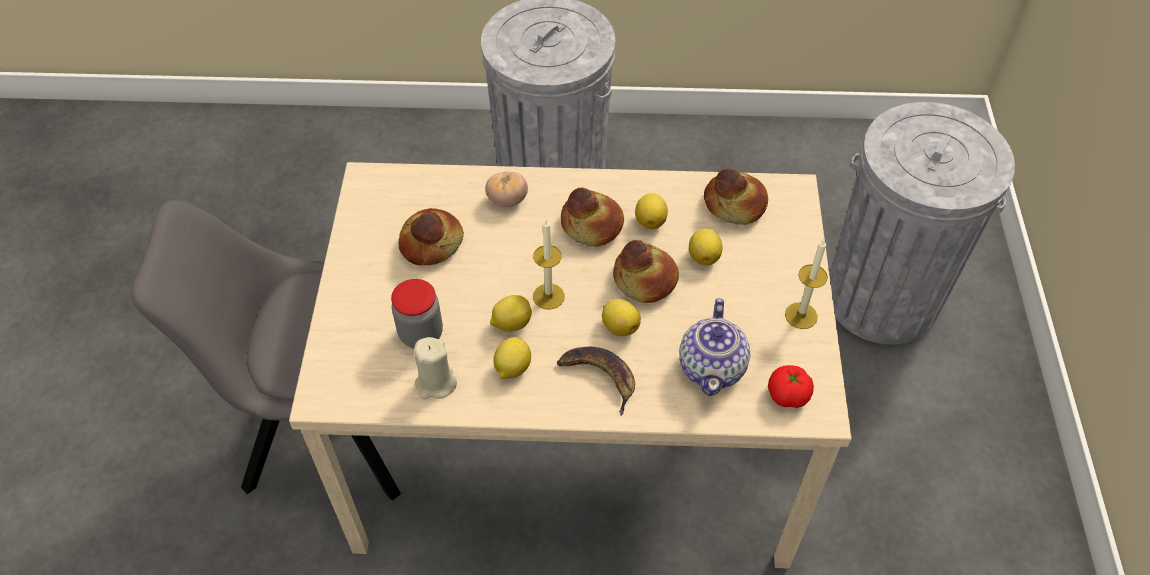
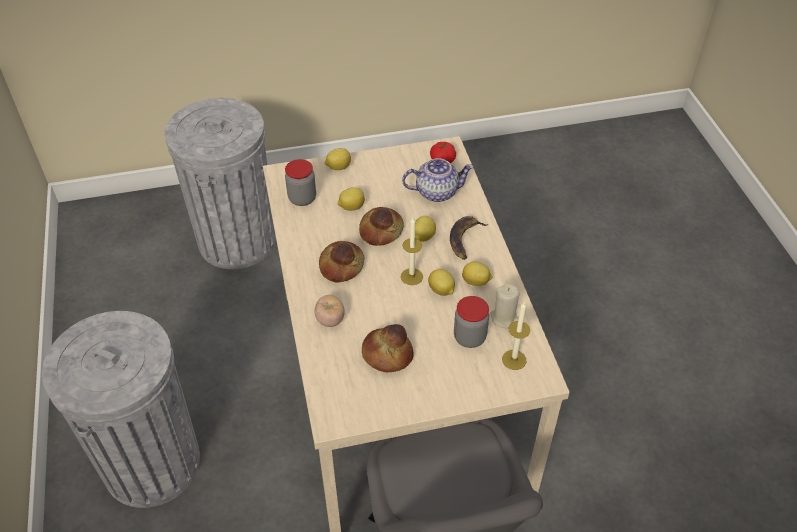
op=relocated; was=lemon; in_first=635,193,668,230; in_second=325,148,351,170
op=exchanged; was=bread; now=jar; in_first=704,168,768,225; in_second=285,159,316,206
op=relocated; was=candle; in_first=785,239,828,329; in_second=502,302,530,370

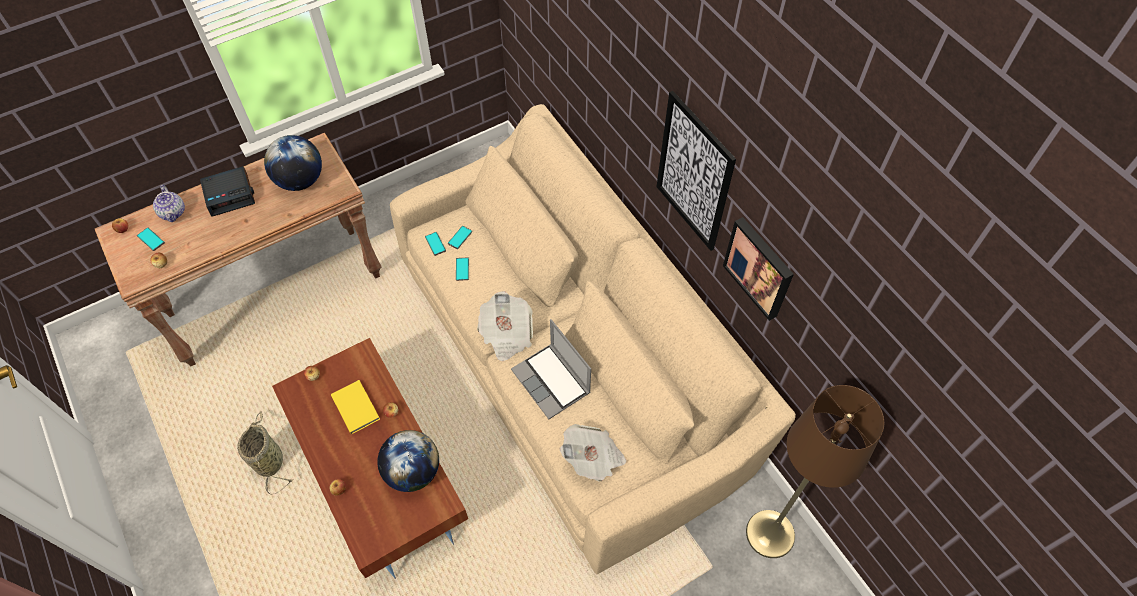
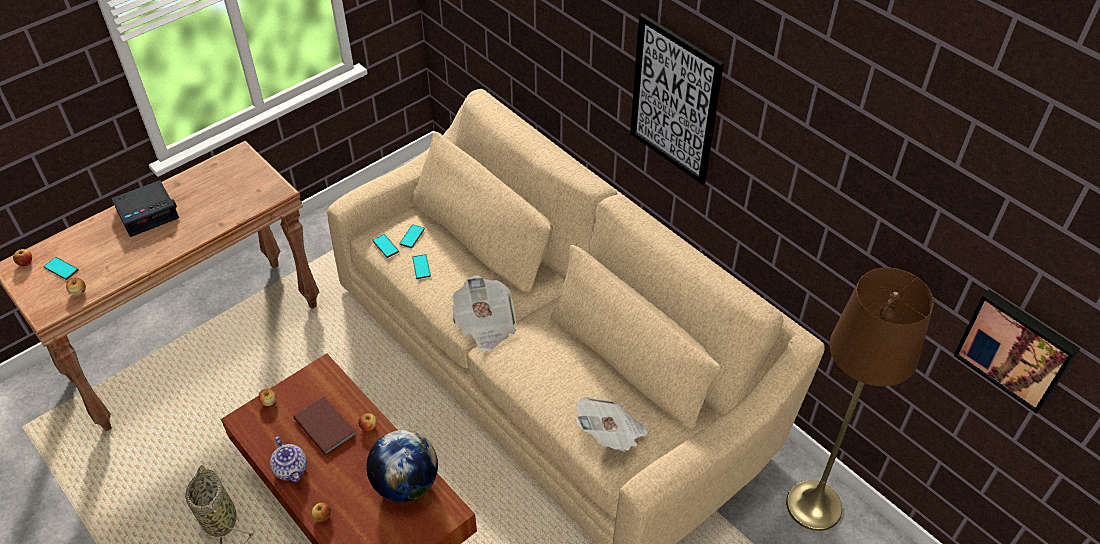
op=relocated; was=teapot; in_first=153,185,185,222; in_second=270,436,307,482
op=missing; was=globe; in_first=264,135,322,191
op=colour; was=yellow book; now=brown book; in_first=331,380,380,434; in_second=294,397,356,455
op=missing; was=laptop; in_first=511,319,591,419
op=relocated; was=picture; in_first=723,217,794,321; in_second=953,290,1080,414

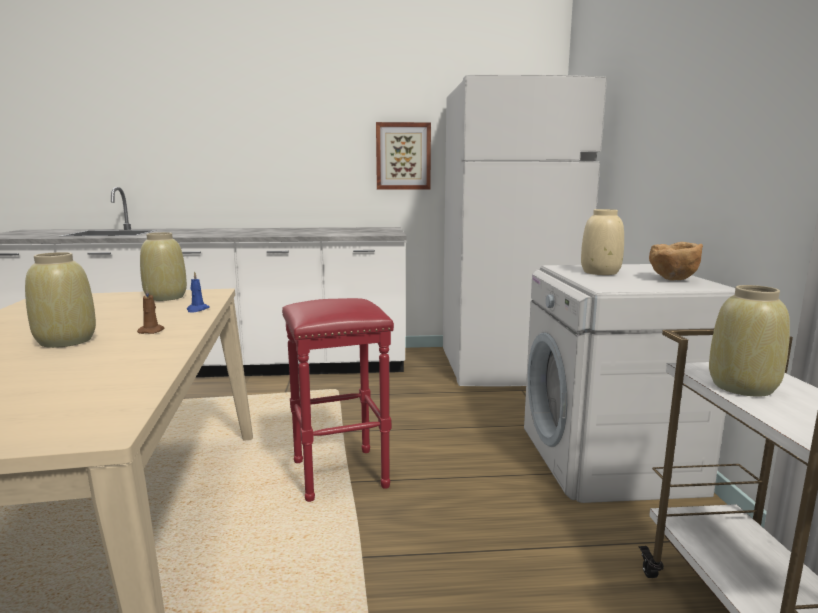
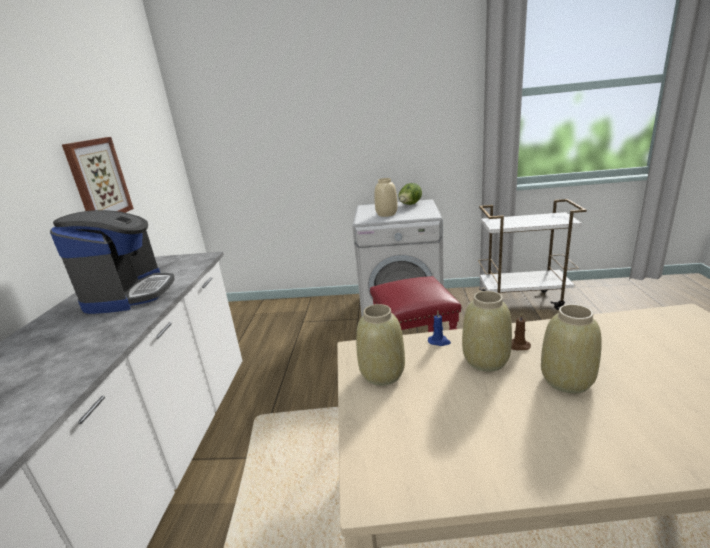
op=missing; was=white fridge; in_first=443,74,607,386
op=exchanged; was=brown bowl; now=lettuce; in_first=649,242,703,281; in_second=398,183,422,205
op=relocated; was=beige vase; in_first=709,285,790,397; in_second=462,291,512,372
op=appeared; now=coffee machine; in_second=50,210,175,314

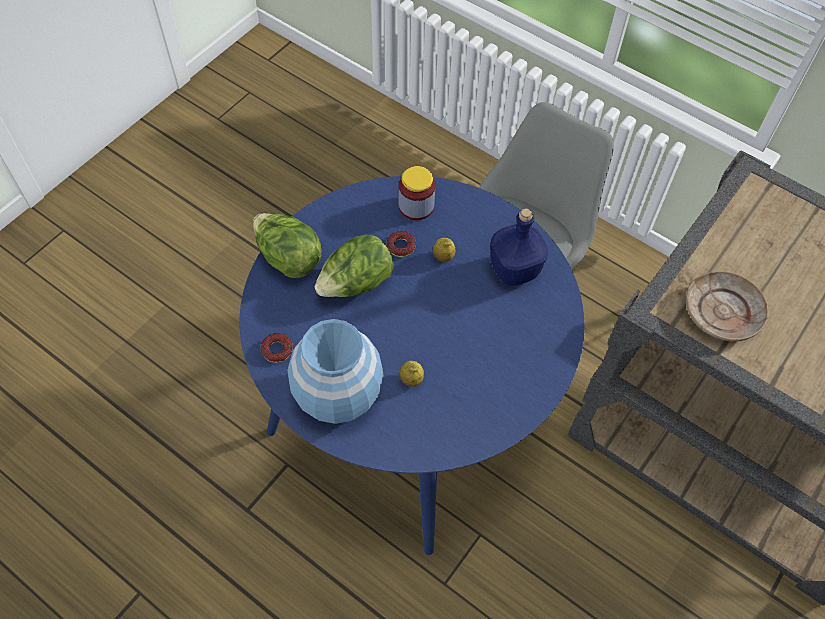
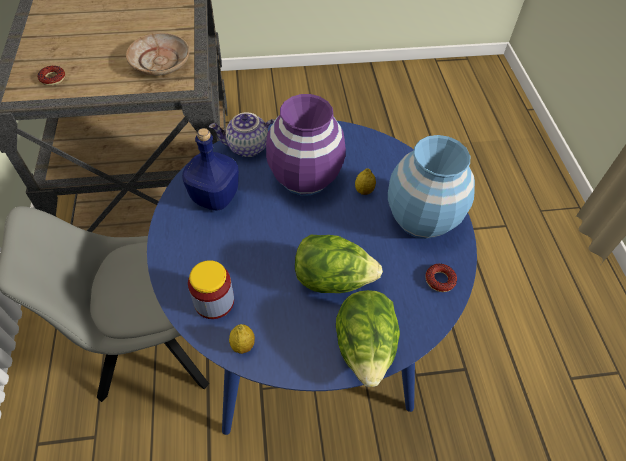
op=relocated; was=donut; in_first=387,231,416,257; in_second=37,66,65,86
op=relocated; was=lemon; in_first=433,238,455,262; in_second=229,324,255,354
op=appeared; now=teapot; in_second=209,112,275,157
op=appeared; now=purple vase; in_second=266,94,346,195

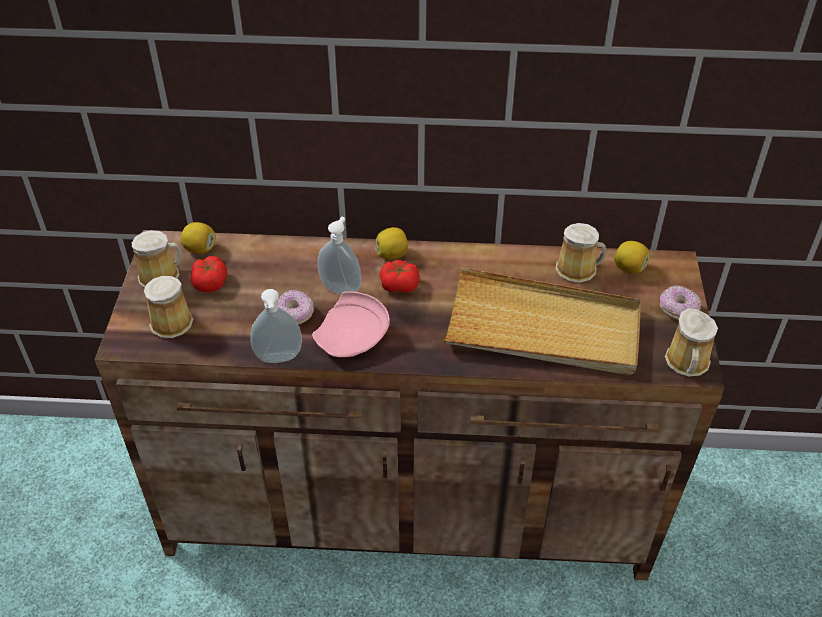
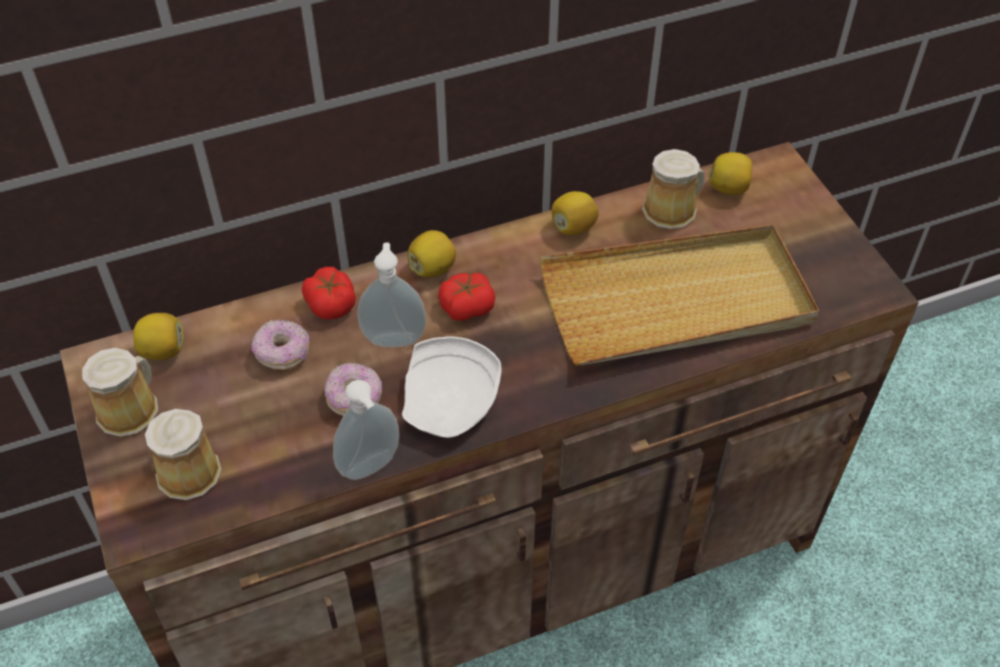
op=relocated; was=tomato; in_first=191,256,227,293; in_second=302,267,356,320
op=colour; was=pink plate; now=white plate; in_first=312,291,390,357; in_second=402,337,502,438
op=relocated; was=donut; in_first=660,285,701,320; in_second=251,320,310,370
op=missing; was=mug; in_first=665,308,718,376
op=appeared; now=lemon; in_second=551,191,599,235

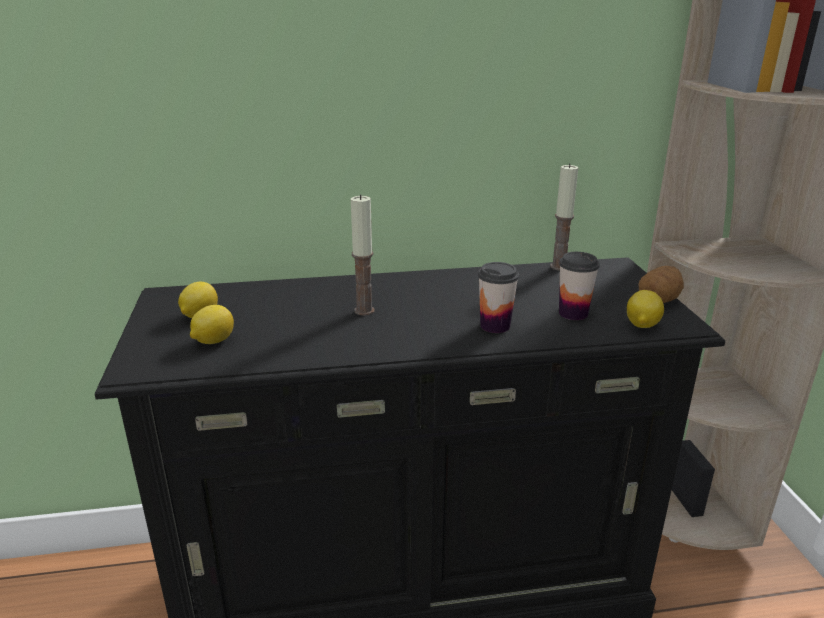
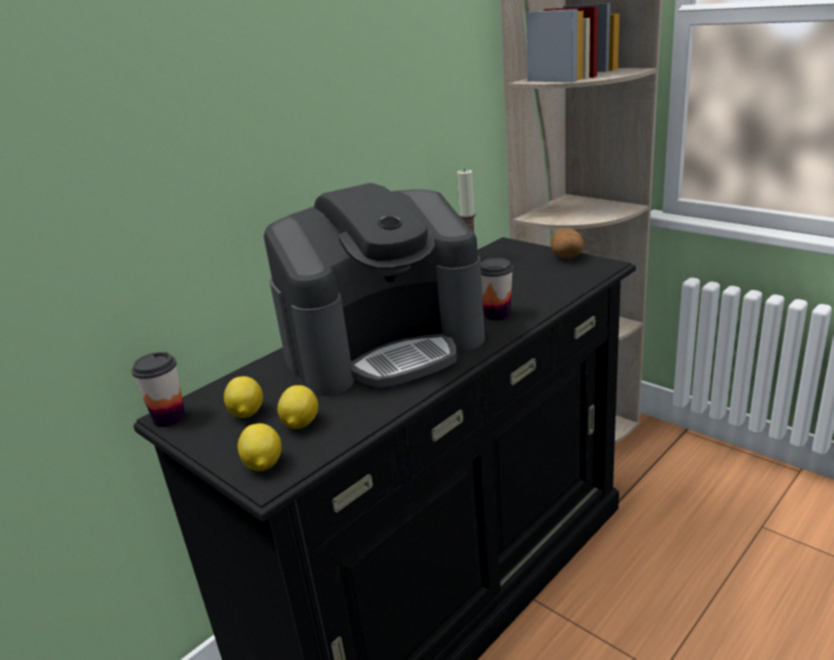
op=exchanged; was=candle; now=coffee machine; in_first=351,194,375,315; in_second=264,183,485,396
op=relocated; was=cup; in_first=559,252,600,320; in_second=131,352,185,427
op=relocated; was=lemon; in_first=627,290,664,328; in_second=237,423,282,471

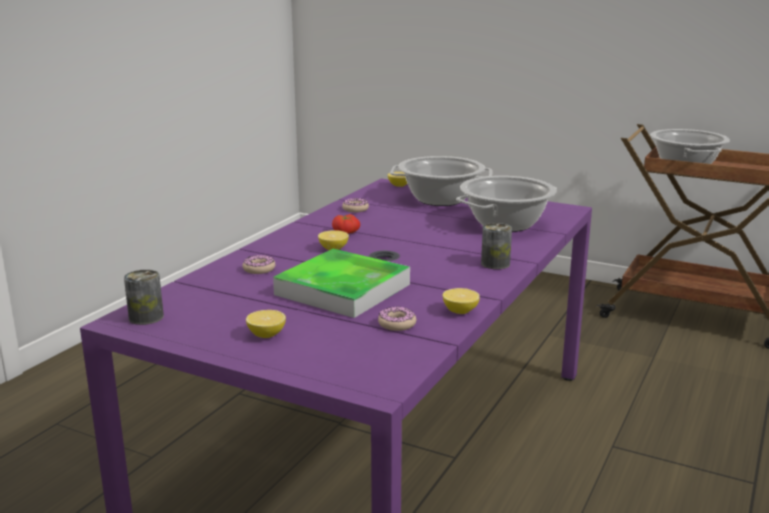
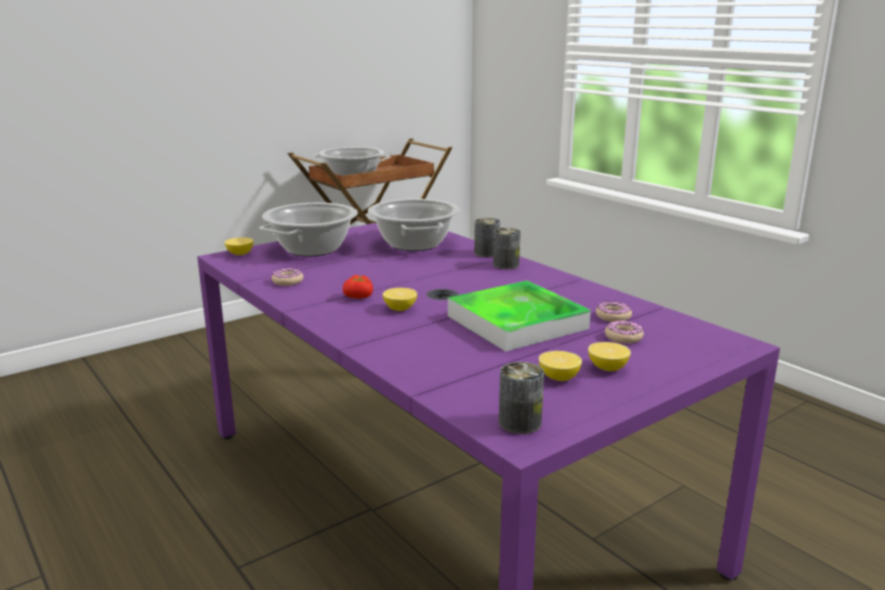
op=relocated; was=donut; in_first=242,255,275,274; in_second=605,320,644,344
op=relocated; was=lemon; in_first=443,288,480,314; in_second=539,351,582,381
op=appeared; now=can; in_second=474,218,500,257

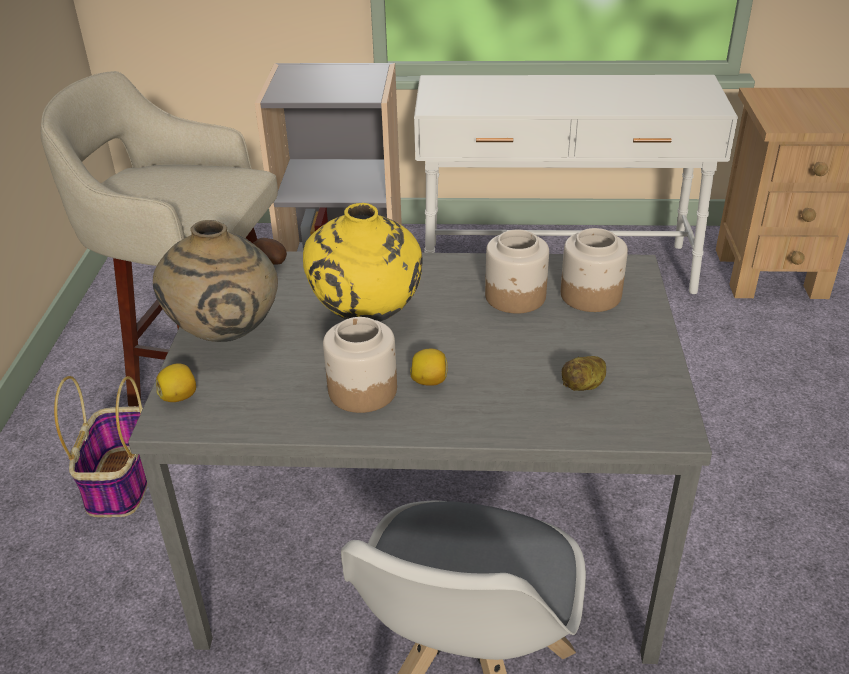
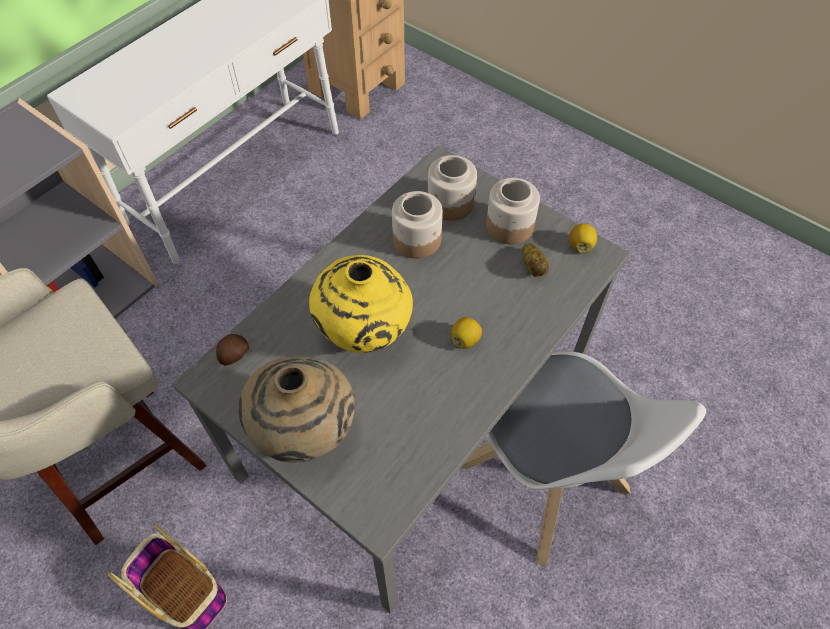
op=relocated; was=lemon; in_first=156,363,196,402; in_second=570,224,597,253
op=relocated; was=jar; in_first=323,317,397,413; in_second=486,178,540,245

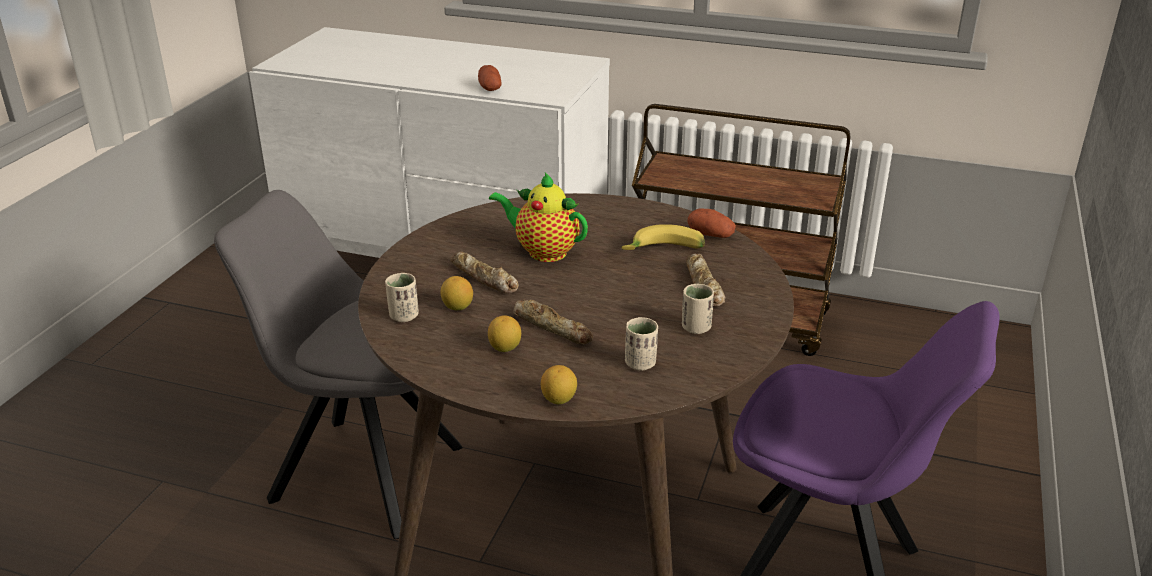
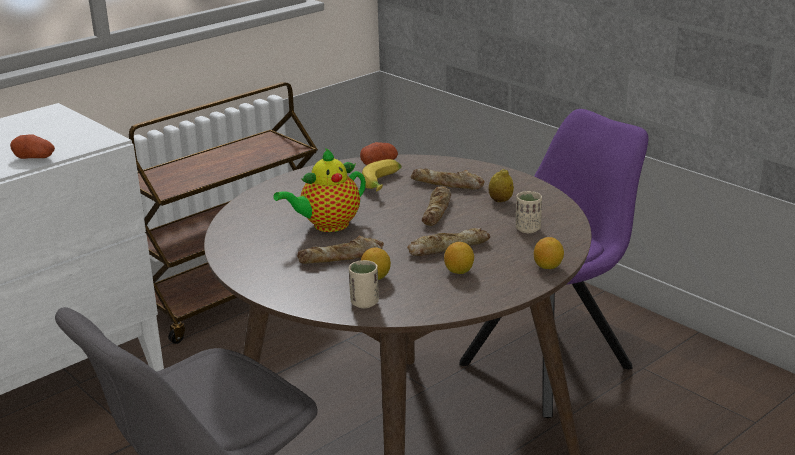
op=exchanged; was=beige cup; now=lemon; in_first=682,284,714,334; in_second=489,169,514,202
op=appeared; now=bread; in_second=422,186,451,226

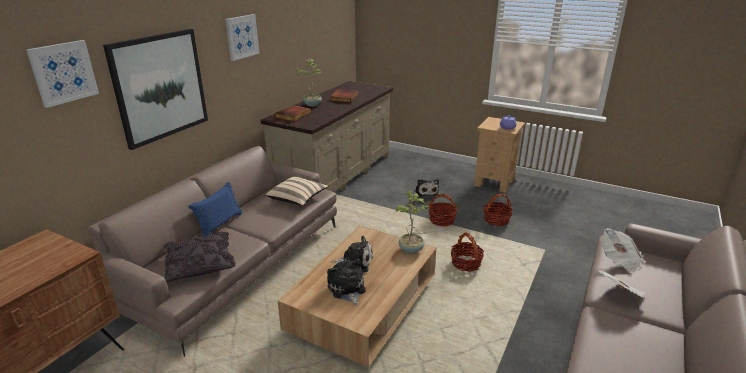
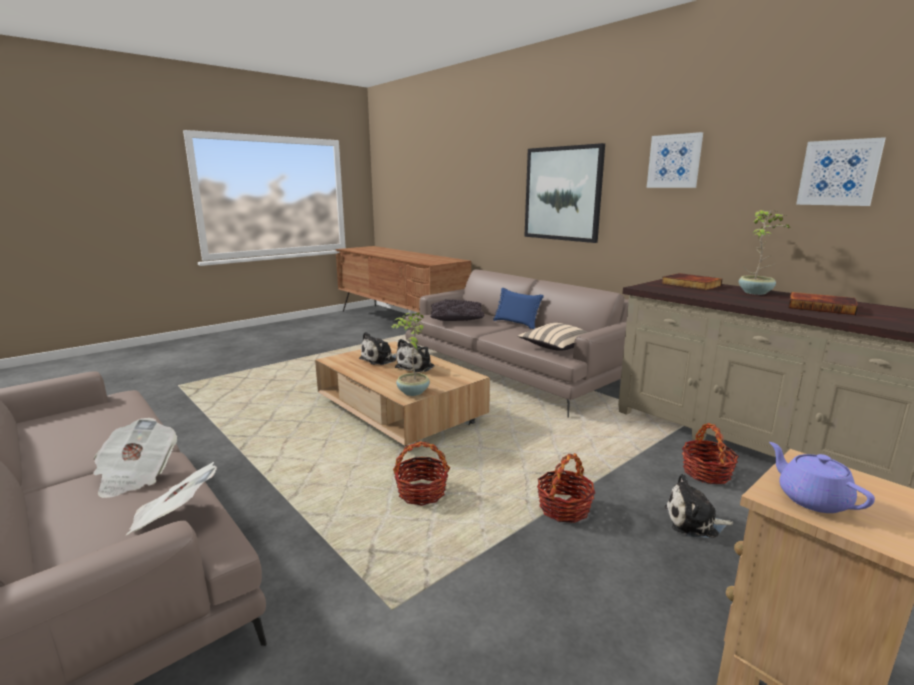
op=relocated; was=picture; in_first=26,40,99,108; in_second=796,137,886,206
op=spun; was=plush toy; in_first=327,259,366,305; in_second=359,332,397,365; clockwise=135
op=relocated; was=basket; in_first=483,194,513,226; in_second=682,423,739,484

